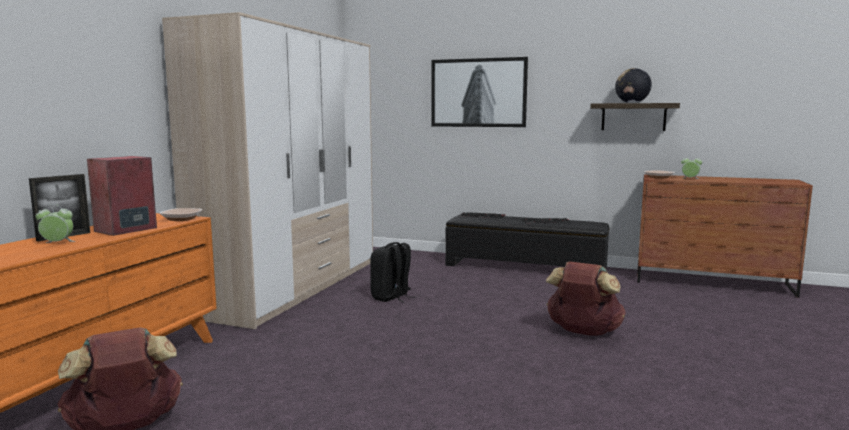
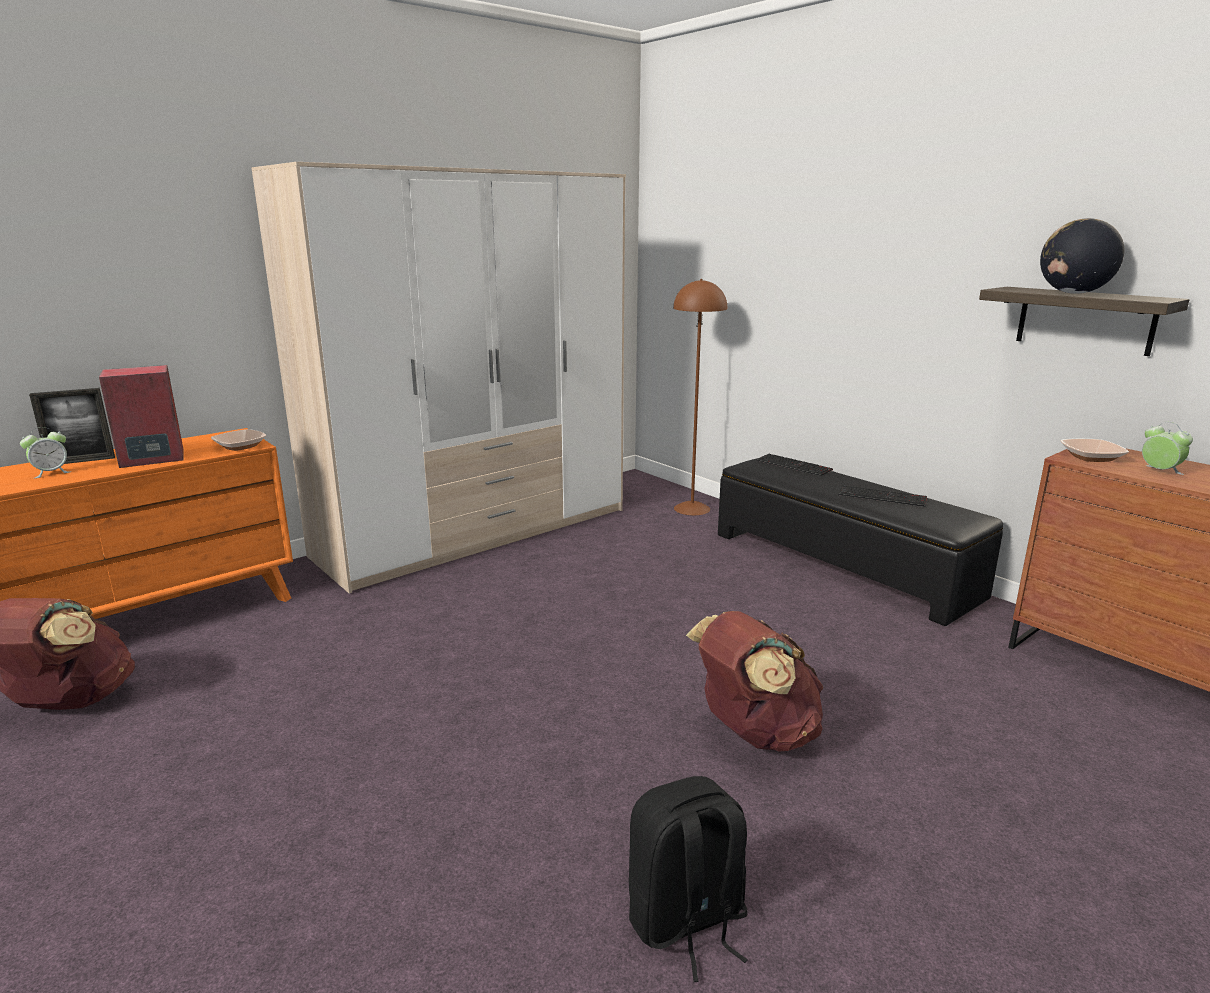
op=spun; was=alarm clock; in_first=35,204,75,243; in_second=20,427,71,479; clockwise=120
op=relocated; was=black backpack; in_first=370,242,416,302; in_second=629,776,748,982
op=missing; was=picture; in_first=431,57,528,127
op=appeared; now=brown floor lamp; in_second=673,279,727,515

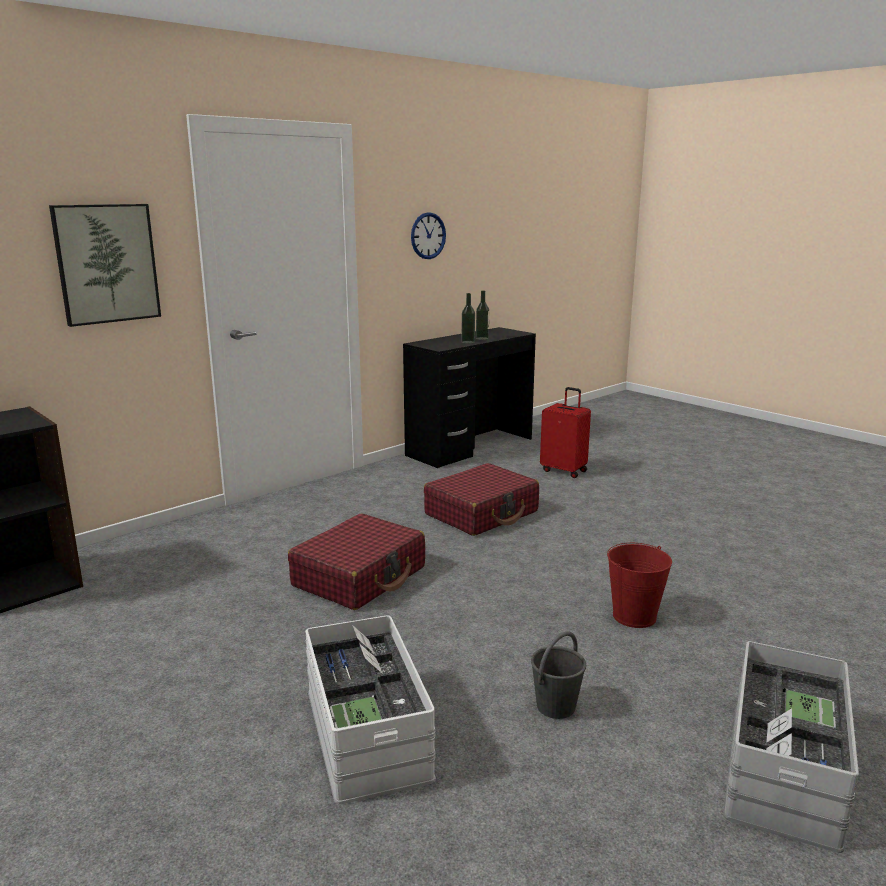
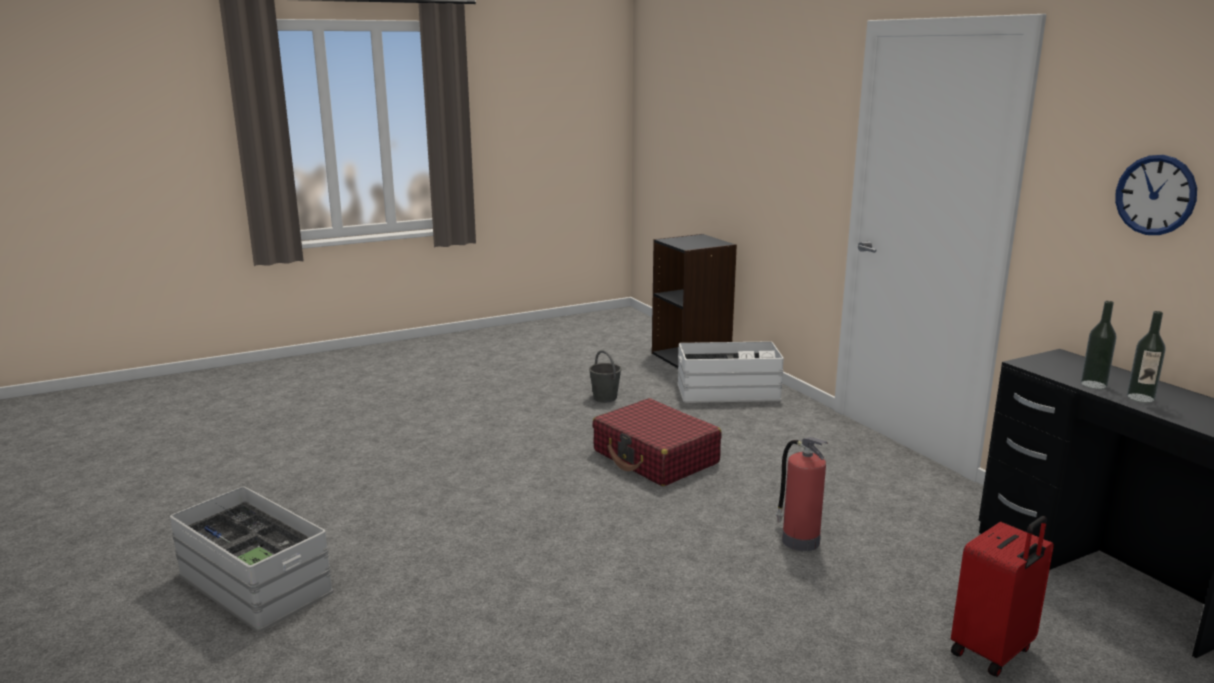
op=missing; was=picture; in_first=49,204,161,327
op=relocated; was=white storage box; in_first=305,615,436,805; in_second=677,341,784,403
op=exchanged; was=red suitcase; now=fire extinguisher; in_first=424,463,539,536; in_second=776,437,828,551
op=relocated; was=grey bucket; in_first=531,631,586,719; in_second=589,350,622,402
op=missing; was=red bucket; in_first=607,543,672,628

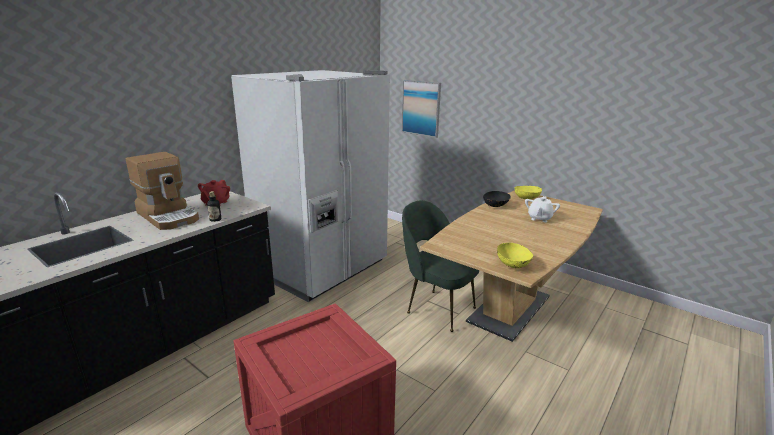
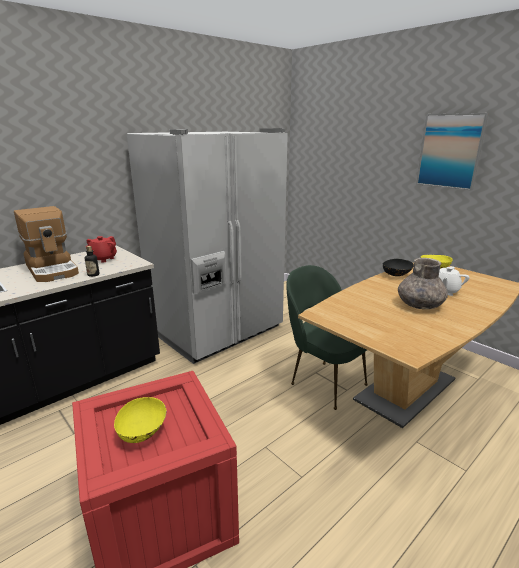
op=relocated; was=picture; in_first=401,80,441,138; in_second=416,113,489,191
op=relocated; was=yellow bowl; in_first=497,242,534,268; in_second=114,397,167,443
op=appeared; now=grey vase; in_second=398,258,448,309

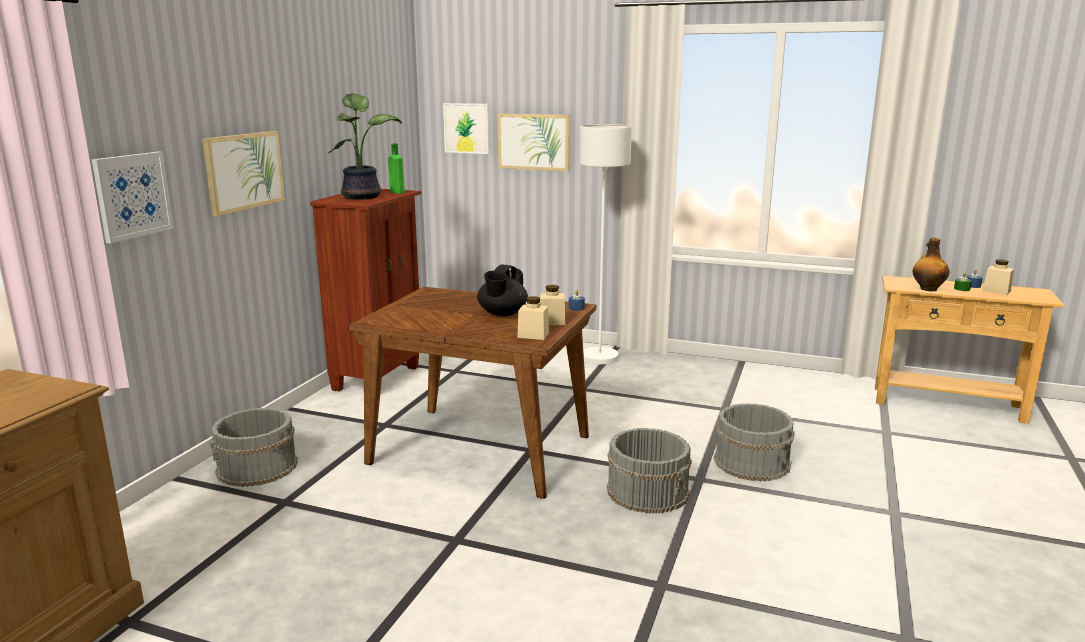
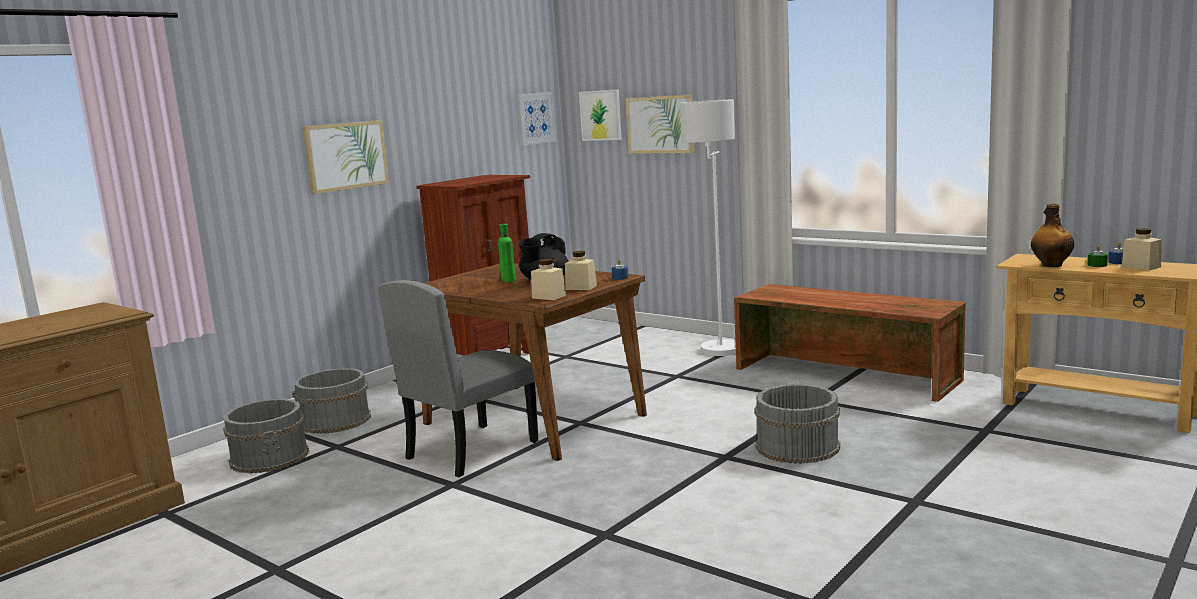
op=relocated; was=picture; in_first=92,152,174,243; in_second=516,92,557,145
op=missing; was=potted plant; in_first=328,93,402,200
op=relocated; was=green bottle; in_first=388,144,404,194; in_second=498,224,516,282
op=relocated; was=grey bucket; in_first=607,428,692,514; in_second=223,398,309,474
op=appeared; now=grey chair; in_second=378,280,538,477
op=appeared; now=brown bench; in_second=734,284,966,402

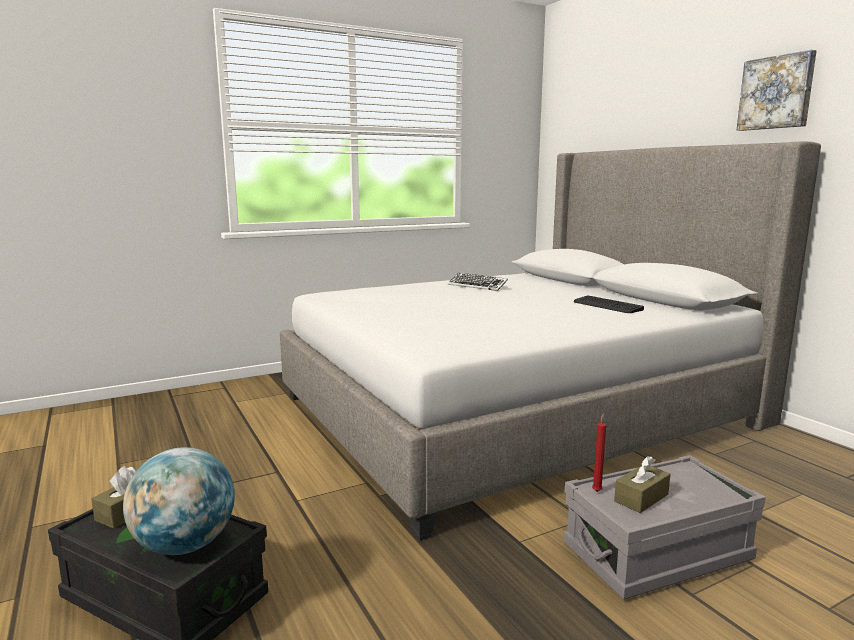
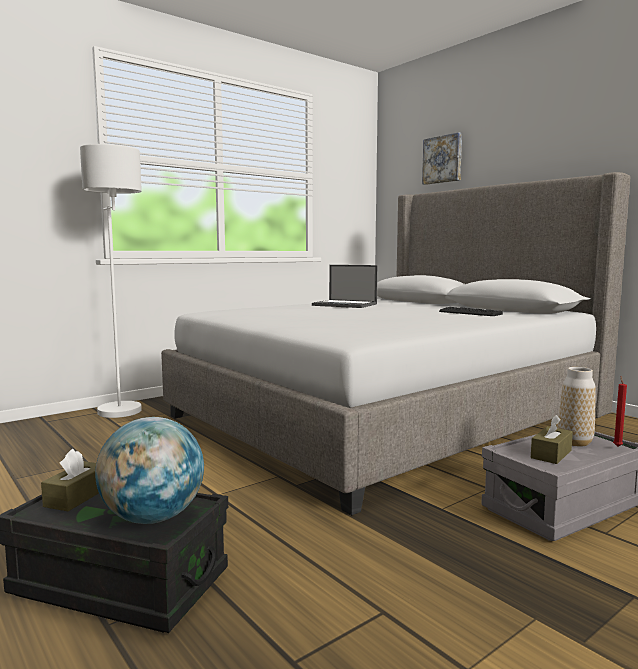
op=exchanged; was=keyboard; now=laptop; in_first=448,273,508,291; in_second=312,265,377,308
op=relocated; was=red candle; in_first=592,413,606,492; in_second=613,376,627,447
op=relocated; was=picture; in_first=737,50,817,131; in_second=422,132,462,185
op=appeared; now=white floor lamp; in_second=80,144,142,418
op=appeared; now=vase; in_second=558,367,596,446

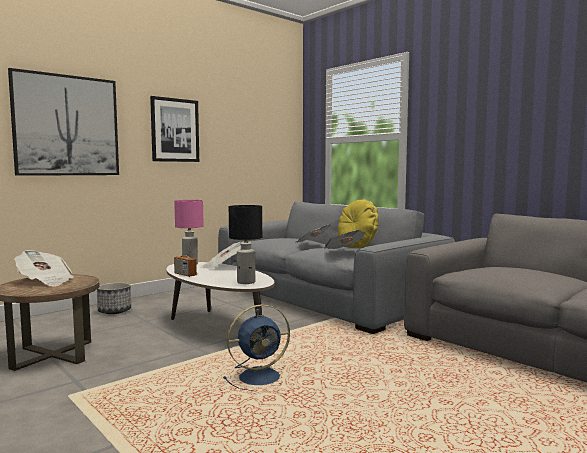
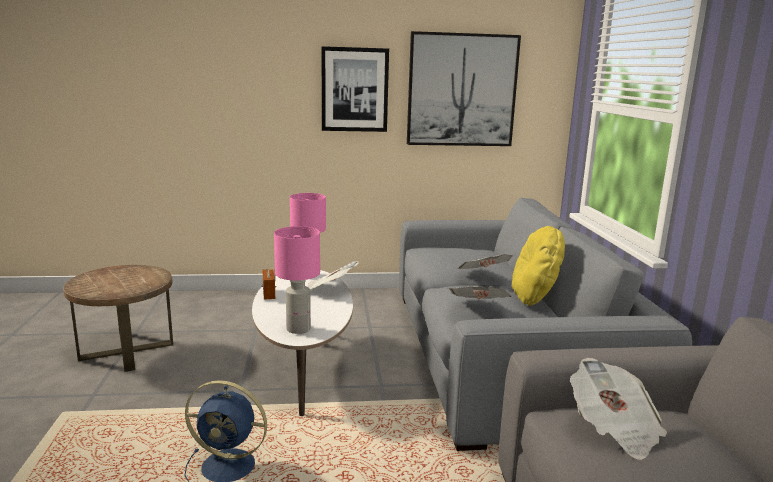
op=relocated; was=picture; in_first=8,68,119,176; in_second=407,31,521,146
op=relocated; was=newspaper; in_first=14,250,74,287; in_second=570,358,667,460
op=missing; was=planter; in_first=97,282,131,314
op=colour; was=black table lamp; now=pink table lamp; in_first=229,205,262,284; in_second=274,226,320,334

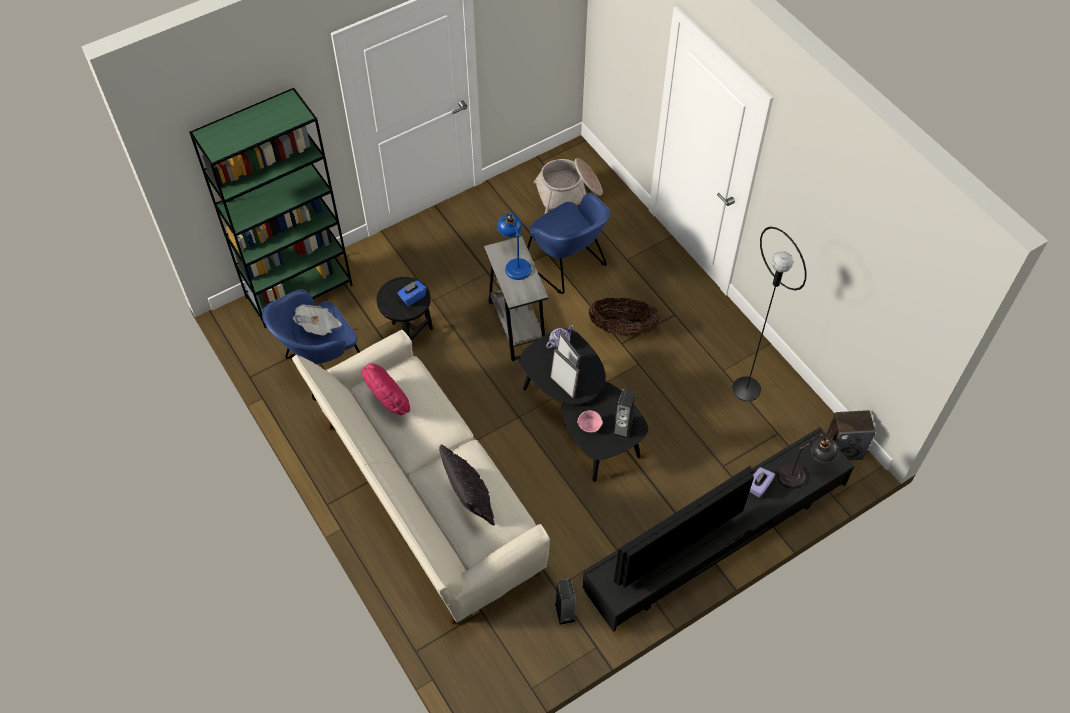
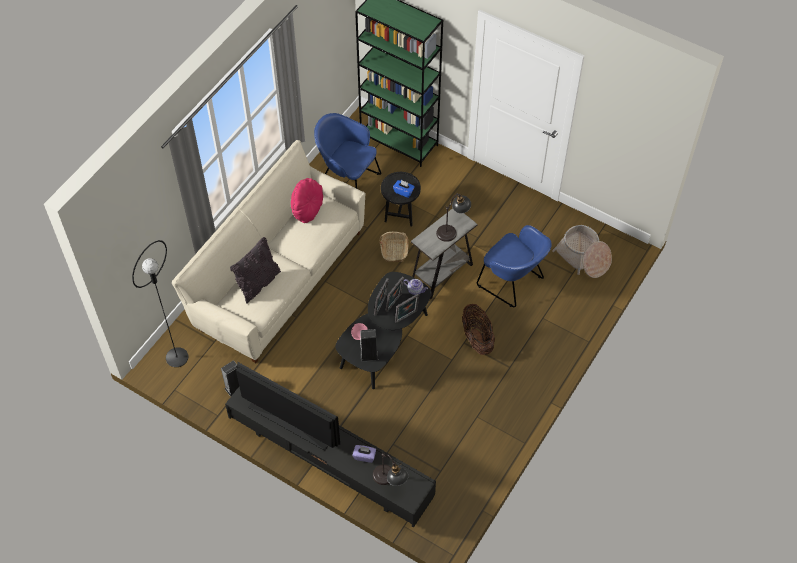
op=missing; was=newspaper; in_first=293,304,342,336
op=colour; was=blue table lamp; now=grey table lamp; in_first=497,212,532,280; in_second=436,193,471,242
op=spun; was=blue armchair; in_first=527,193,610,294; in_second=477,225,552,307; clockwise=-75
op=relocated; was=black floor lamp; in_first=732,227,807,401; in_second=132,240,189,367
op=missing; was=speaker; in_first=826,410,876,460
op=appeared; now=basket; in_second=379,232,409,262
op=appeared; now=picture frame; in_second=395,294,419,323

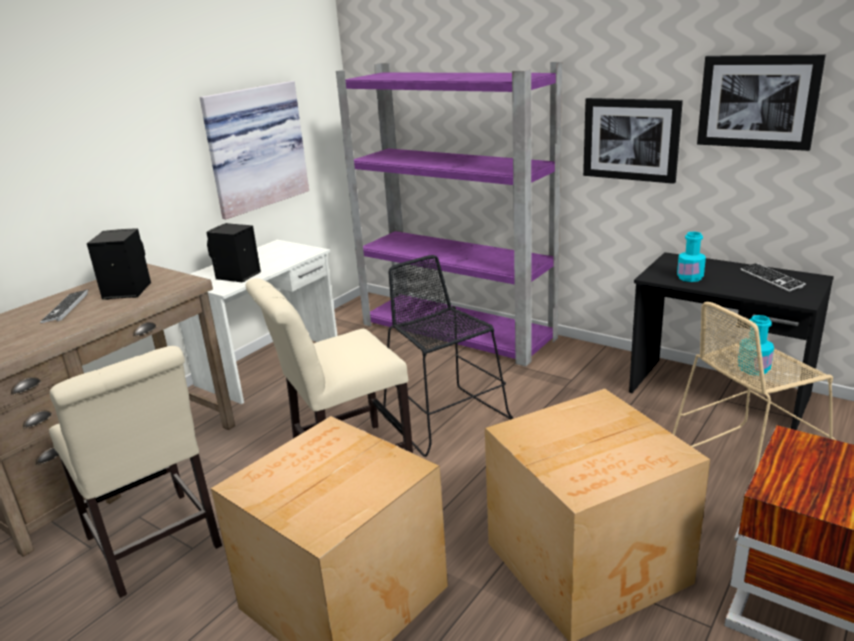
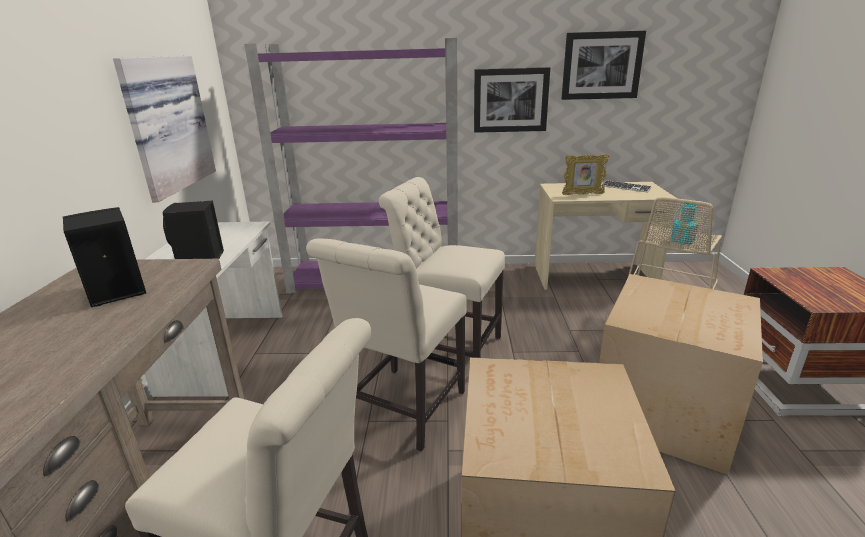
op=missing; was=keyboard; in_first=40,289,89,323
op=exchanged; was=black stool; now=beige chair; in_first=383,255,513,457; in_second=379,177,505,358
op=colour; was=black desk; now=beige desk; in_first=629,252,834,430; in_second=535,182,676,290
op=exchanged; was=turquoise bottle; now=picture frame; in_first=677,232,706,282; in_second=562,154,609,195

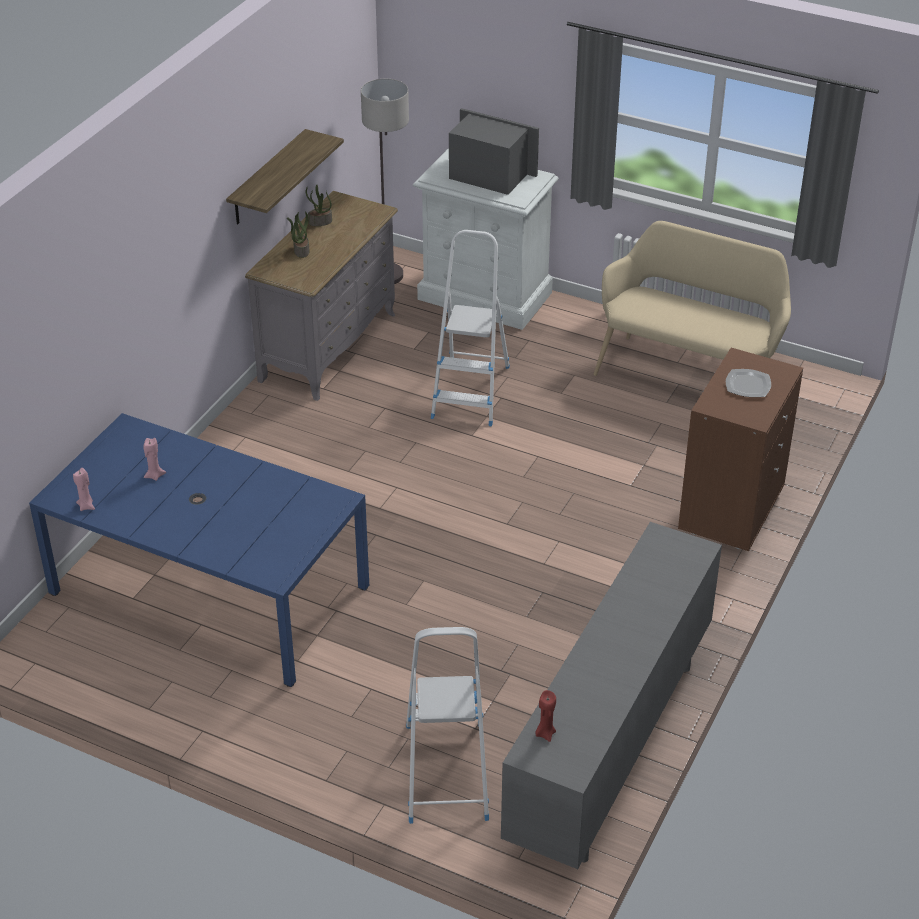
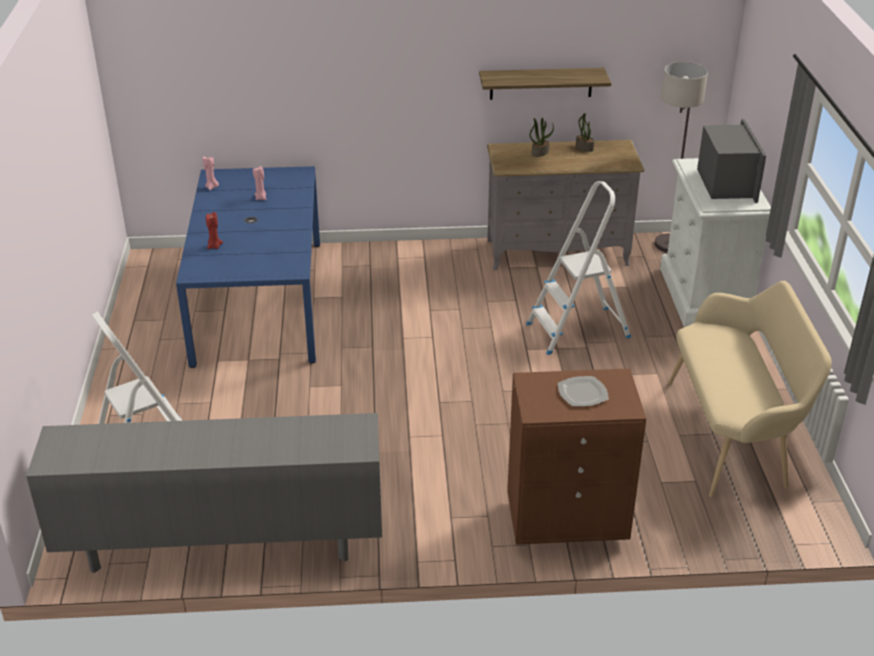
op=relocated; was=red candle; in_first=535,690,556,742; in_second=206,212,223,249

